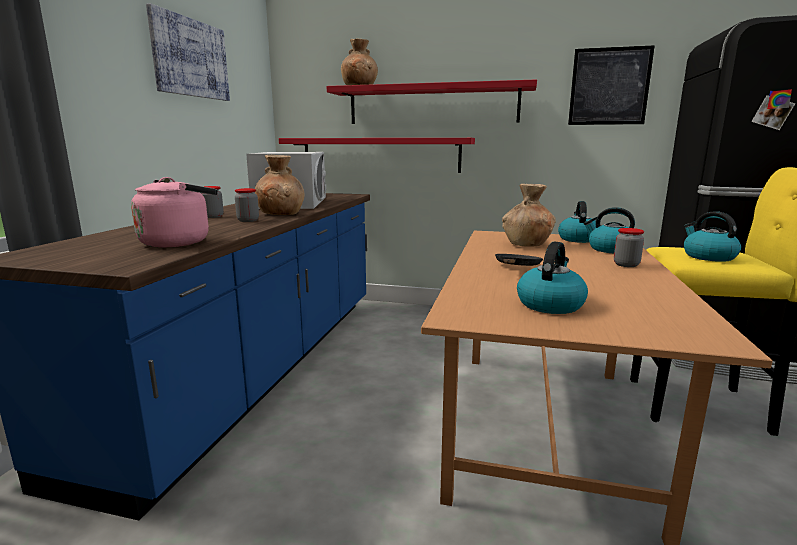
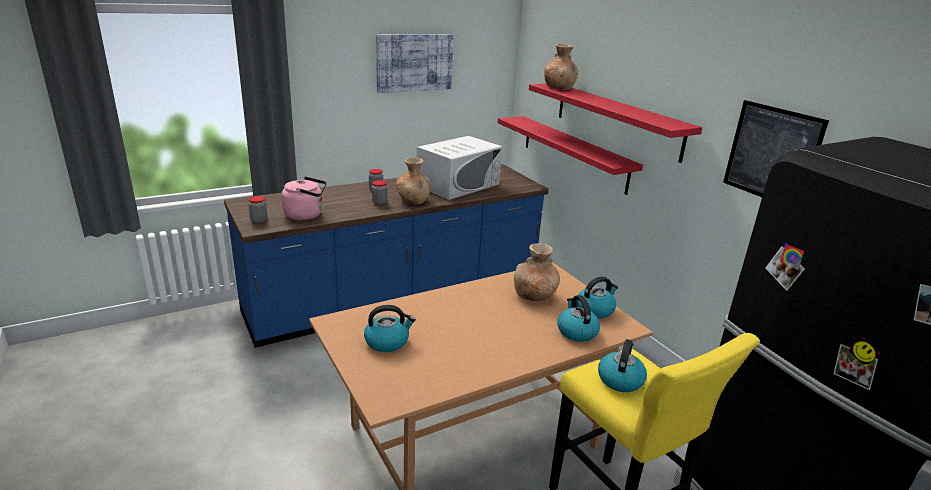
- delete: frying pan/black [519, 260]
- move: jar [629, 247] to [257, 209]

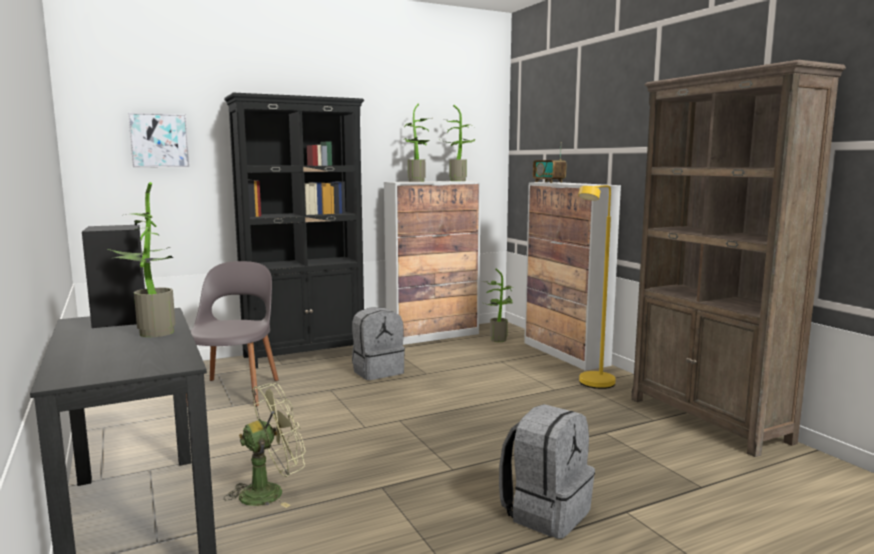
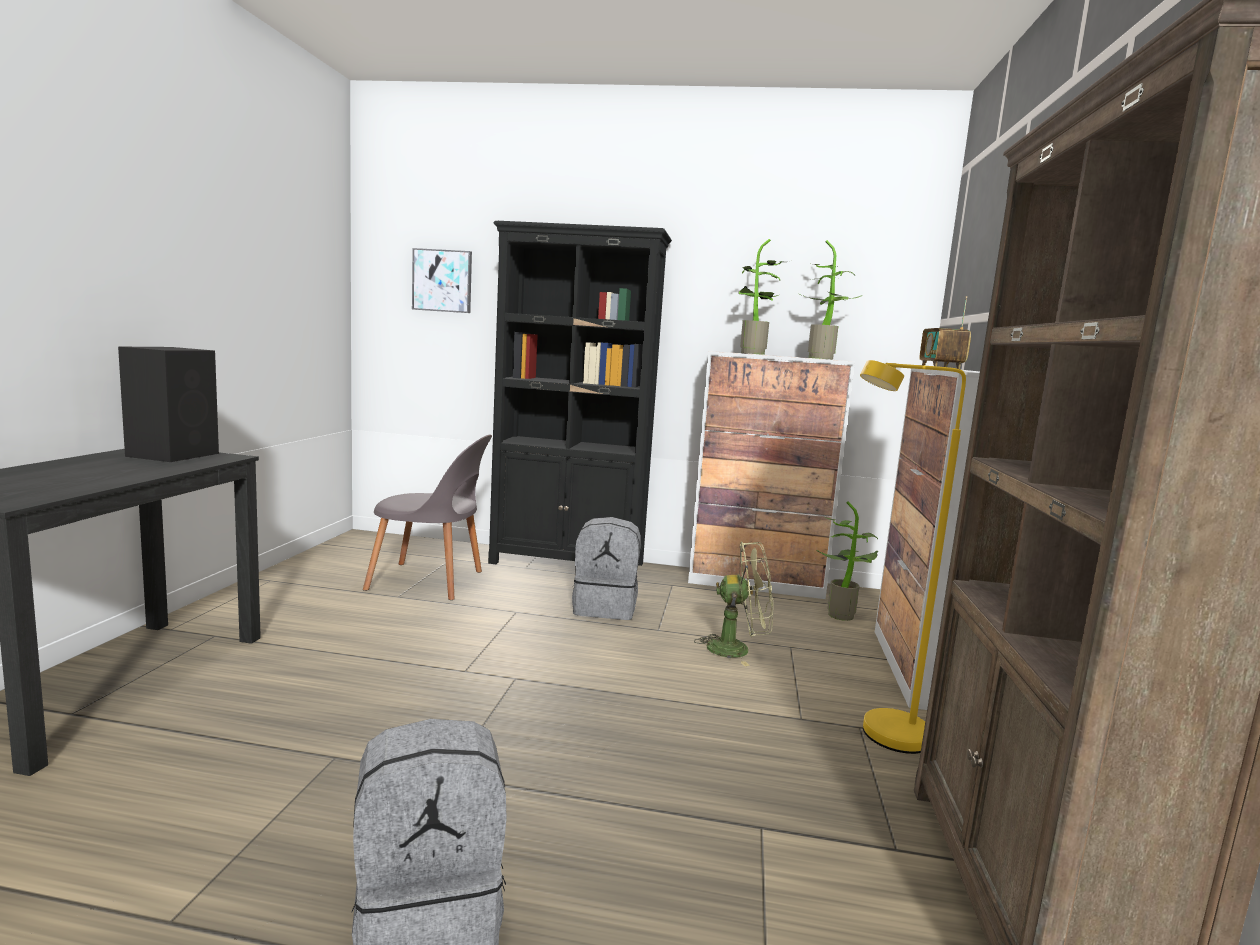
- delete: potted plant [141, 259]
- rotate: chair/grey [232, 333] = [427, 517] 60 degrees clockwise
- move: fan/green [265, 445] to [733, 603]

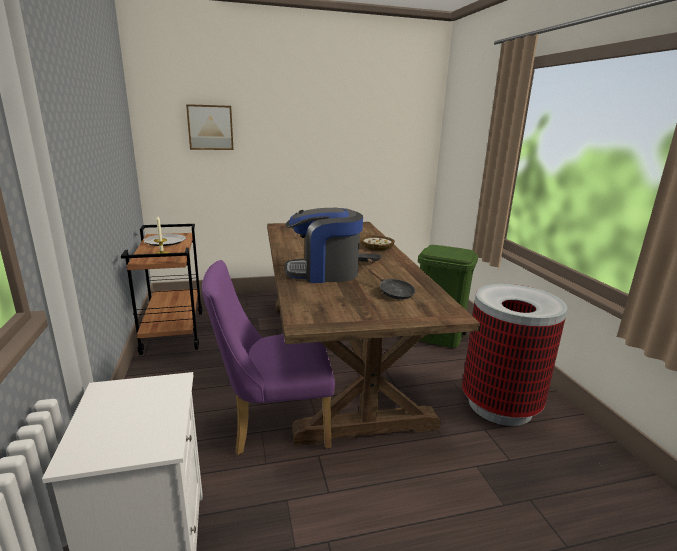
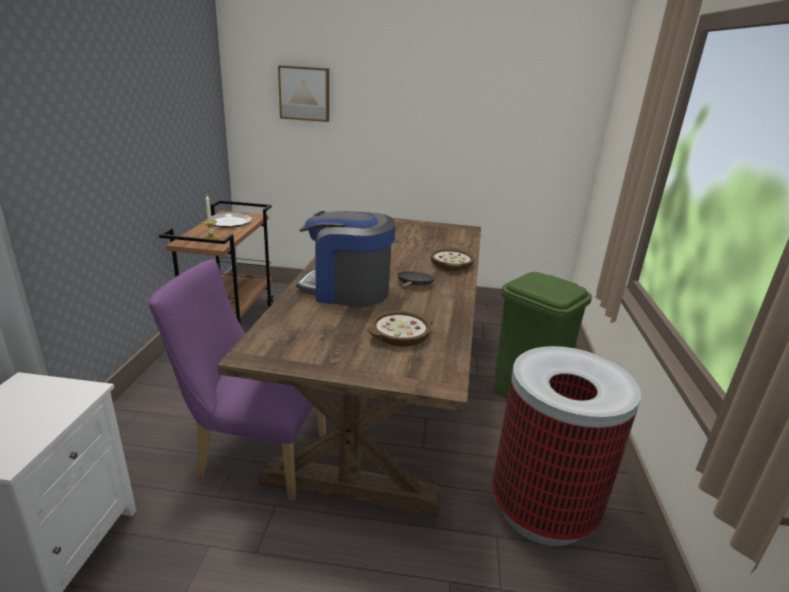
- replace: frying pan/black [392, 284] to bowl [401, 328]

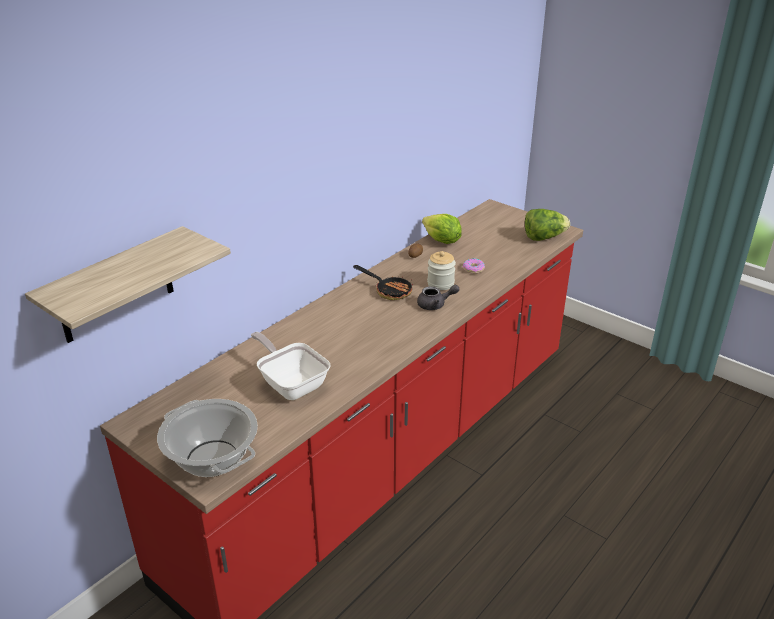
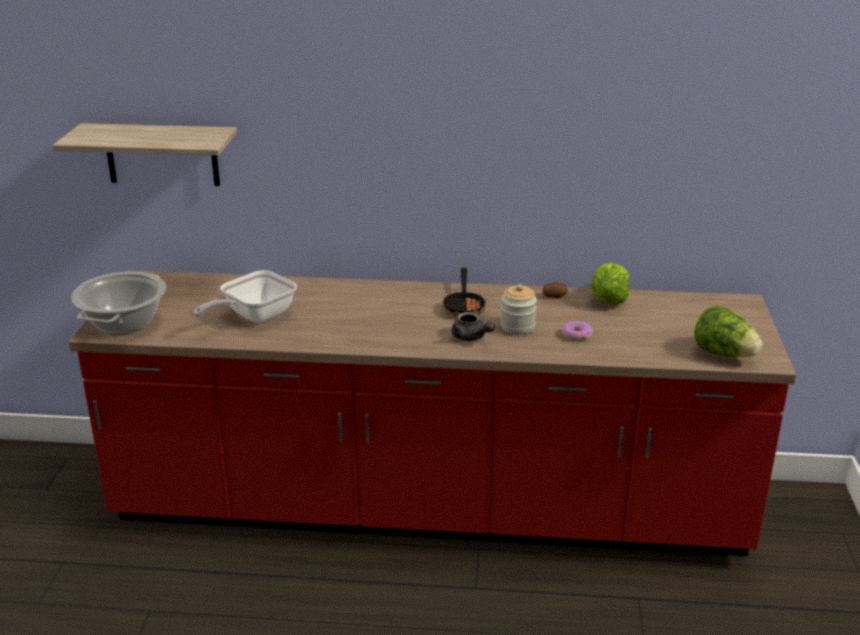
- rotate: frying pan [291, 366] = [245, 296] 150 degrees counterclockwise

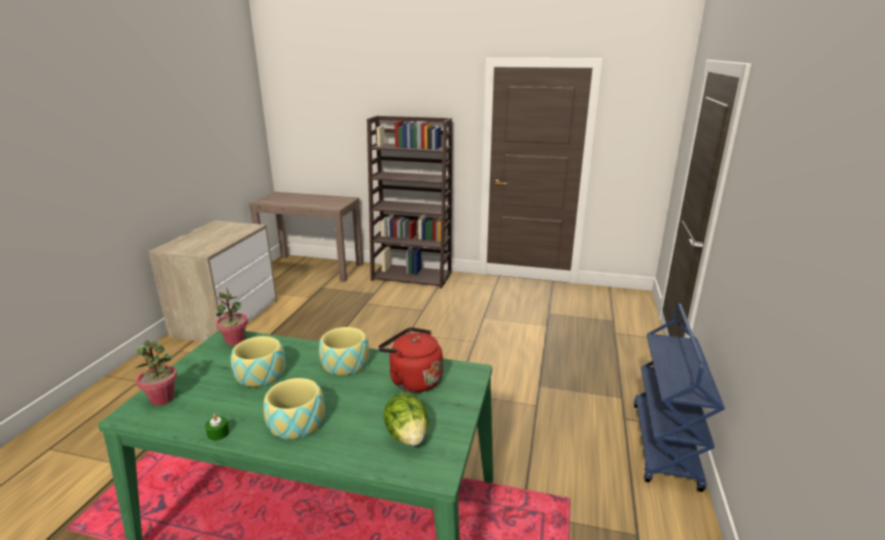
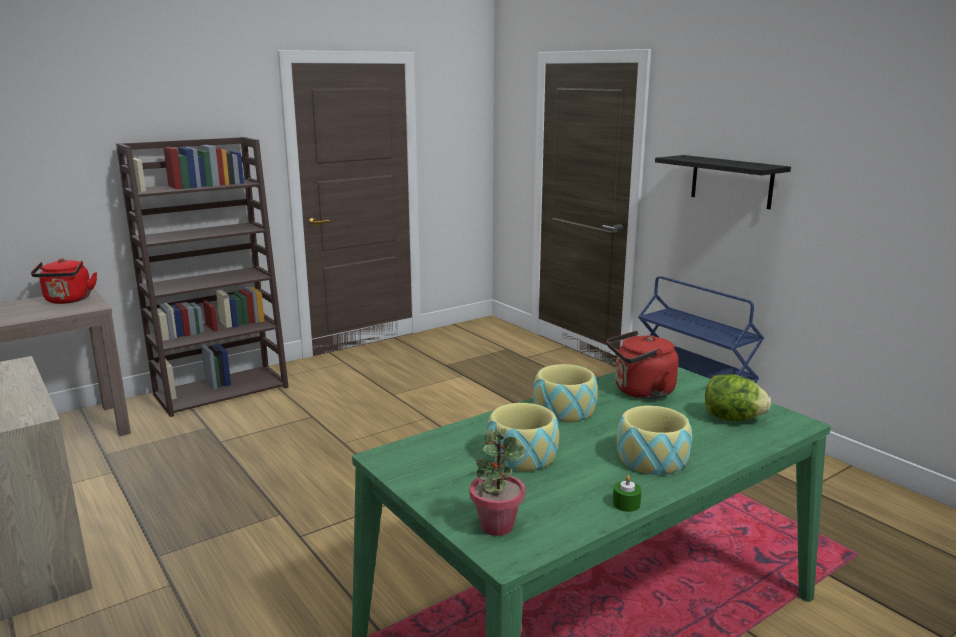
- delete: potted plant [232, 316]
- insert: kettle/red [64, 281]
- insert: shelf/black [723, 182]

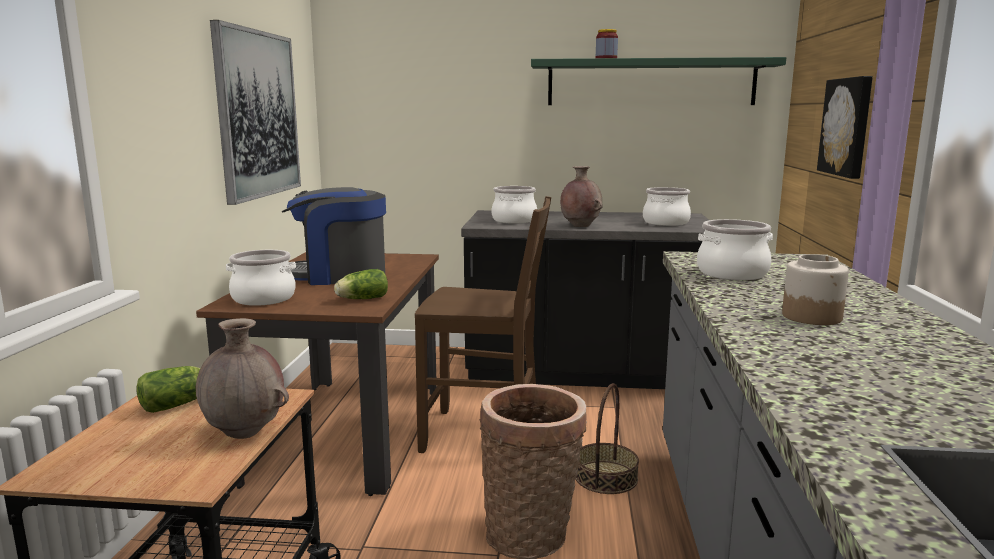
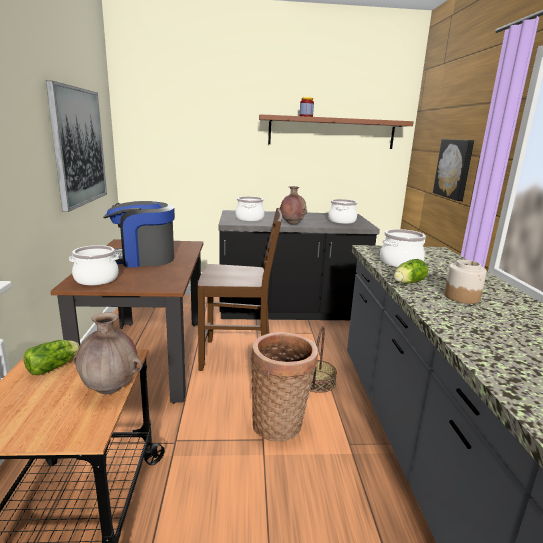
- move: lettuce [361, 284] to [411, 271]
- recolor: shelf/green [658, 81] to shelf/brown [336, 131]

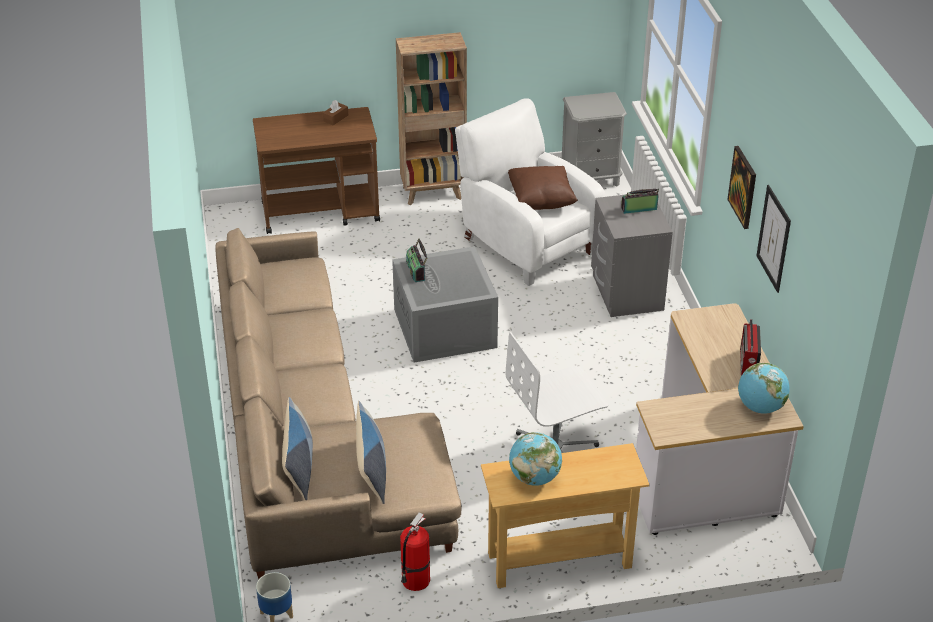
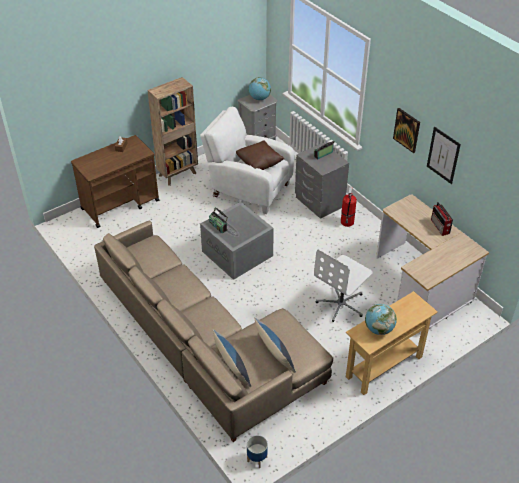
- move: fire extinguisher [415, 551] to [349, 207]
- move: globe [764, 388] to [260, 88]

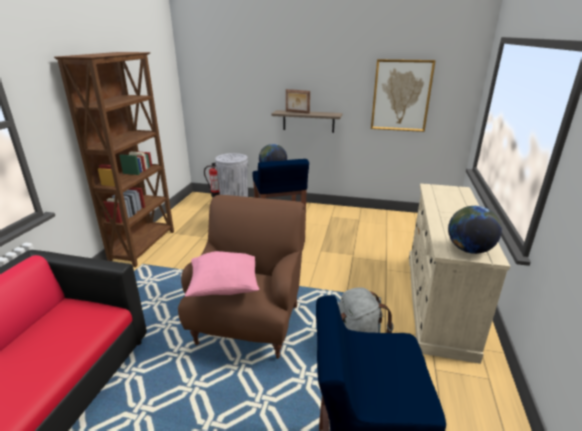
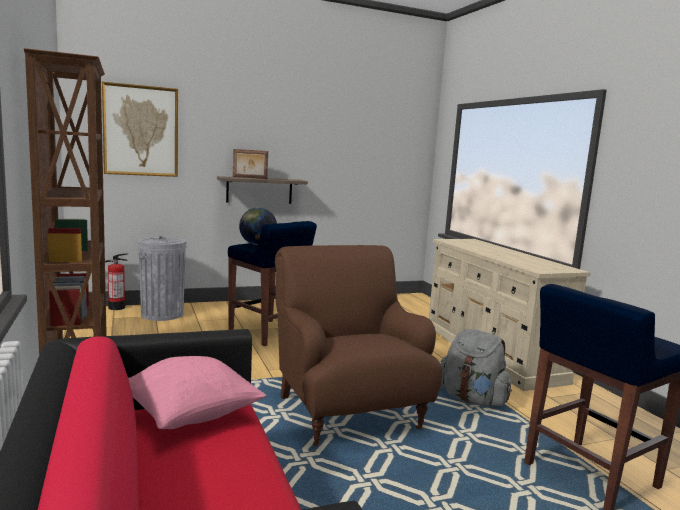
- move: pillow/pink [222, 274] to [197, 392]
- move: picture [403, 95] to [140, 129]
- delete: globe [475, 230]

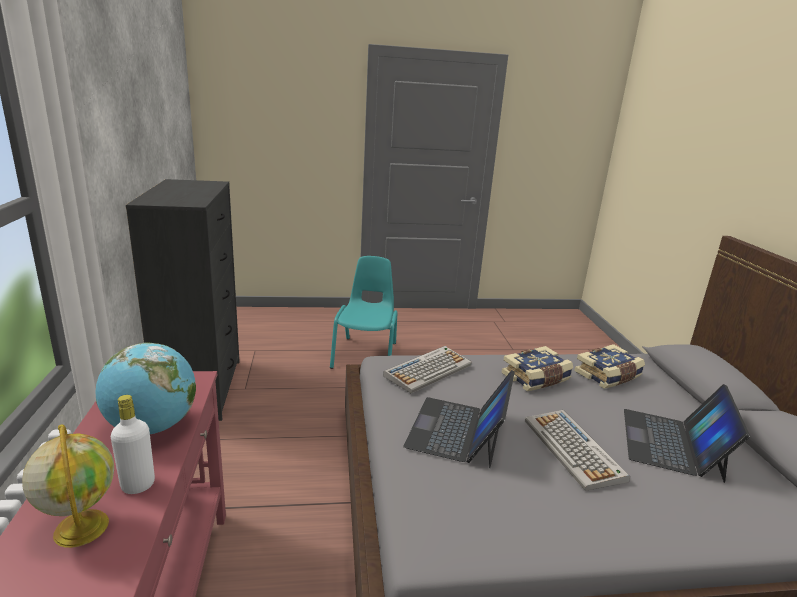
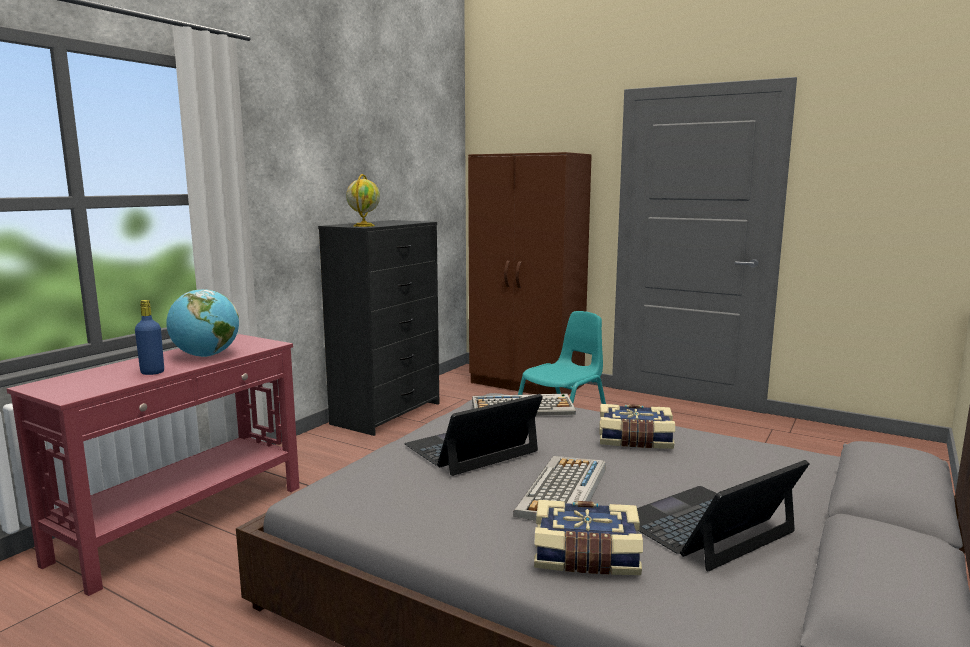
- move: globe [68, 486] to [363, 200]
- recolor: bottle/white [133, 444] to bottle/blue [149, 337]
- move: book [609, 366] to [588, 537]
- insert: wardrobe/brown [530, 273]

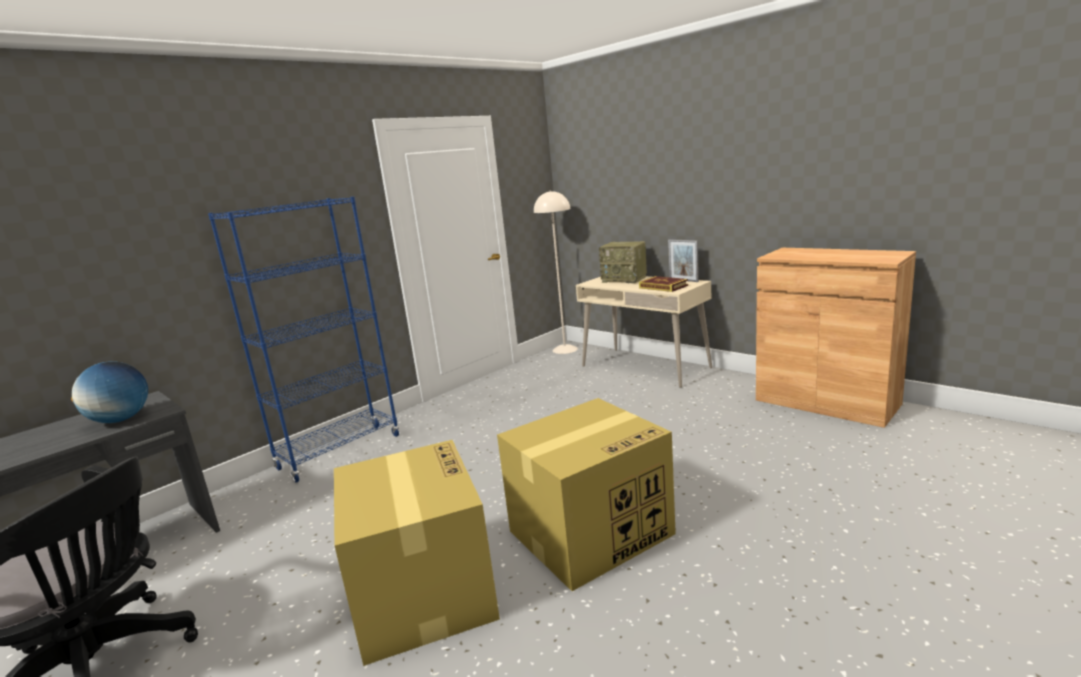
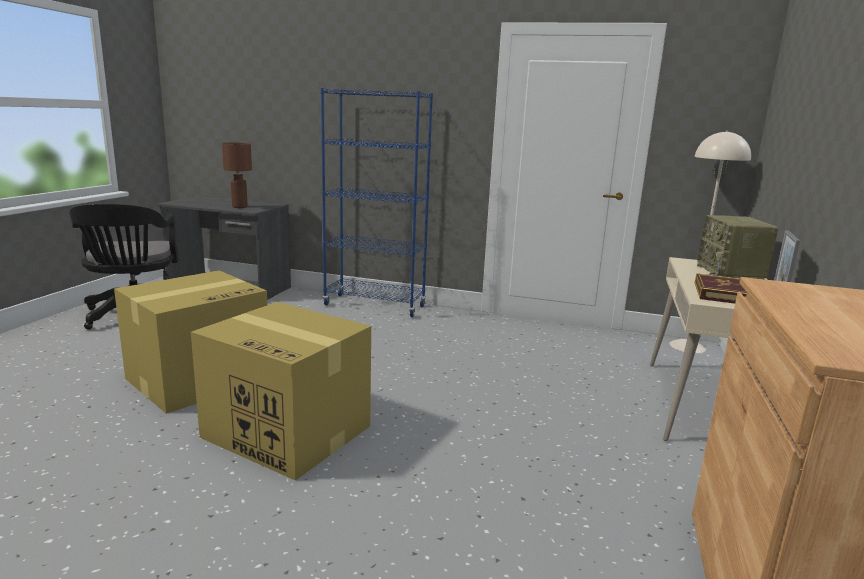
- replace: globe [109, 392] to table lamp/brown [237, 175]

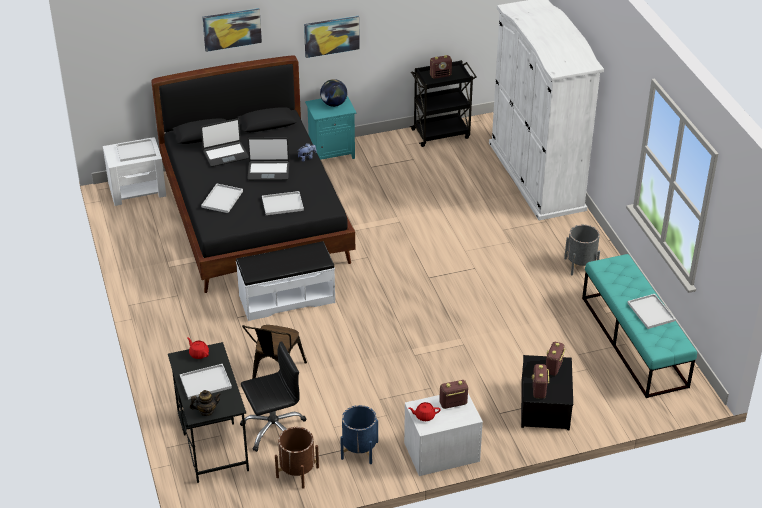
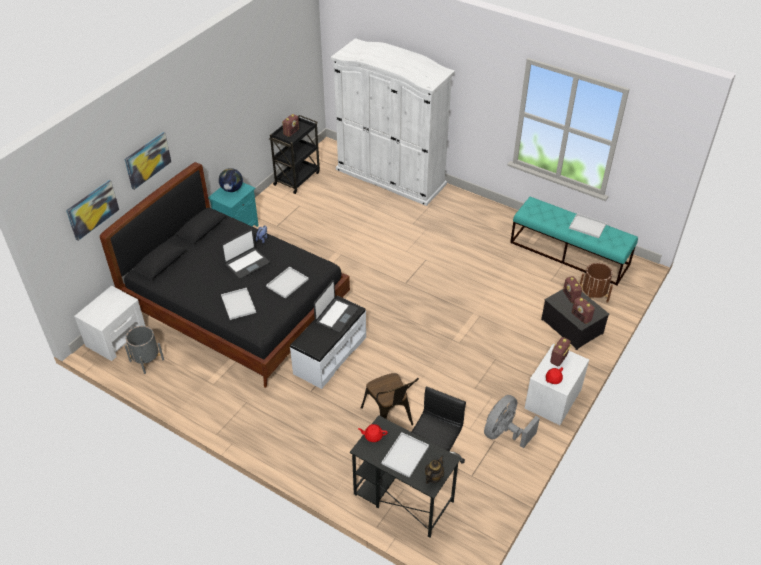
- delete: tray/white [136, 150]
- move: laptop [225, 142] to [336, 306]
- move: planter/brown [297, 458] to [596, 283]
- move: picture [332, 37] to [92, 210]
- replace: planter/blue [359, 434] to fan/grey [512, 421]
- move: planter/grey [582, 250] to [144, 350]

